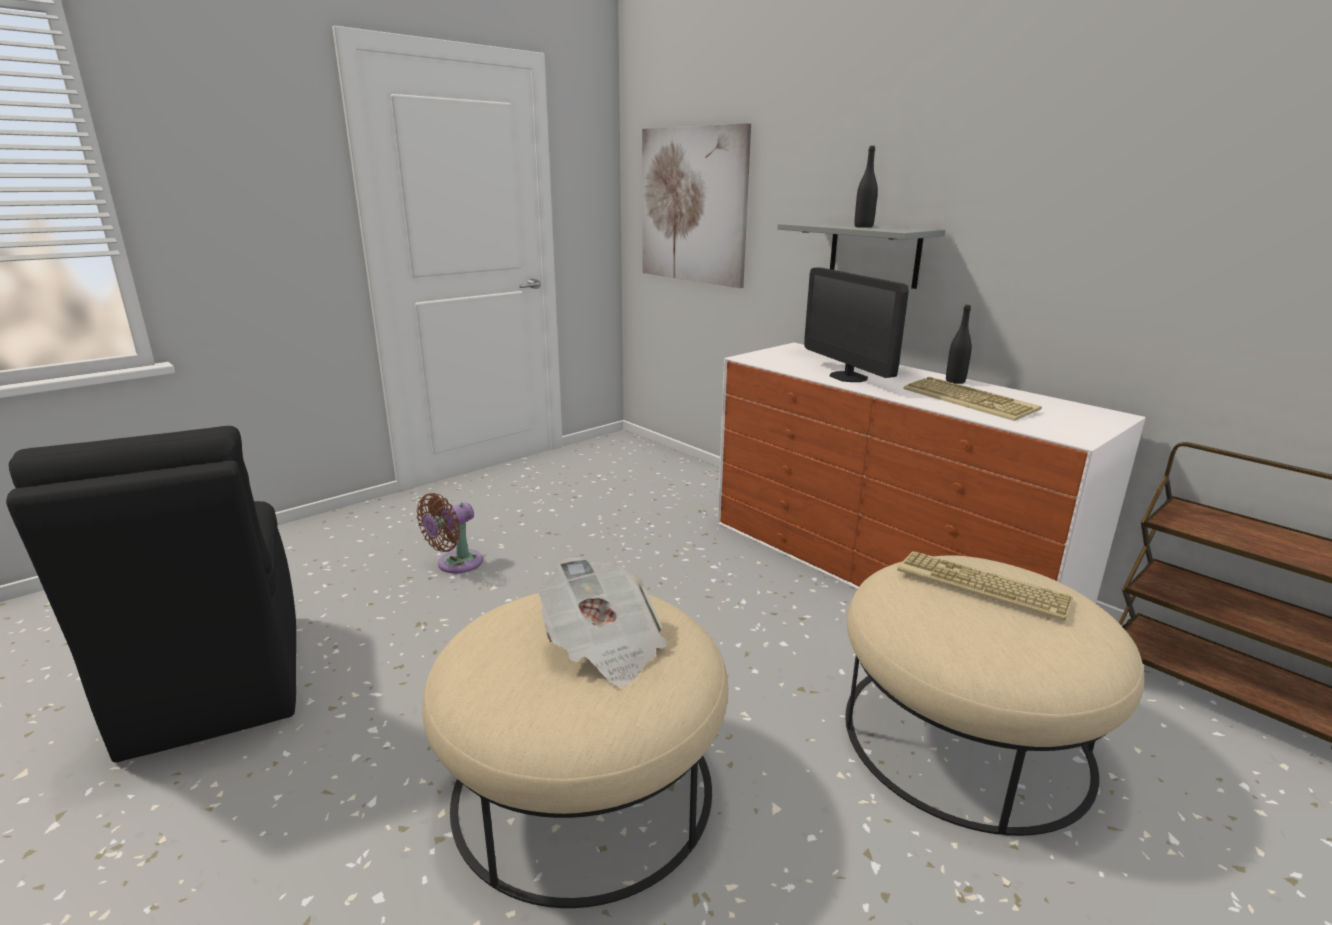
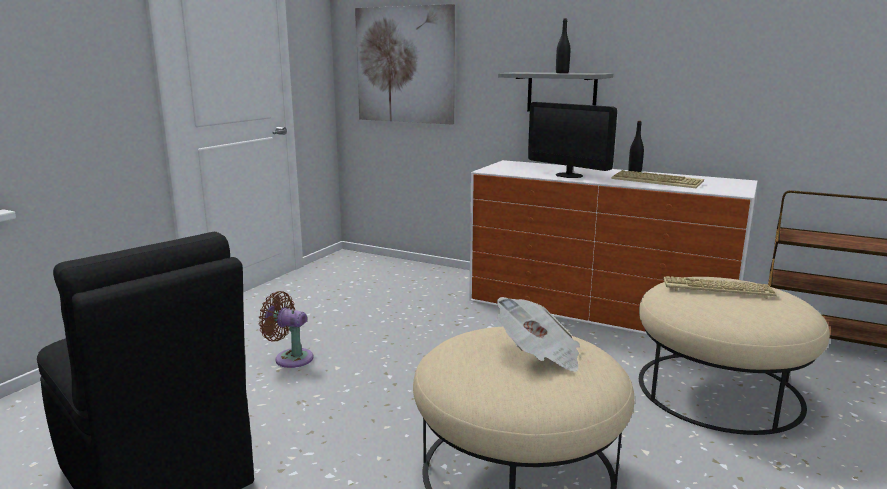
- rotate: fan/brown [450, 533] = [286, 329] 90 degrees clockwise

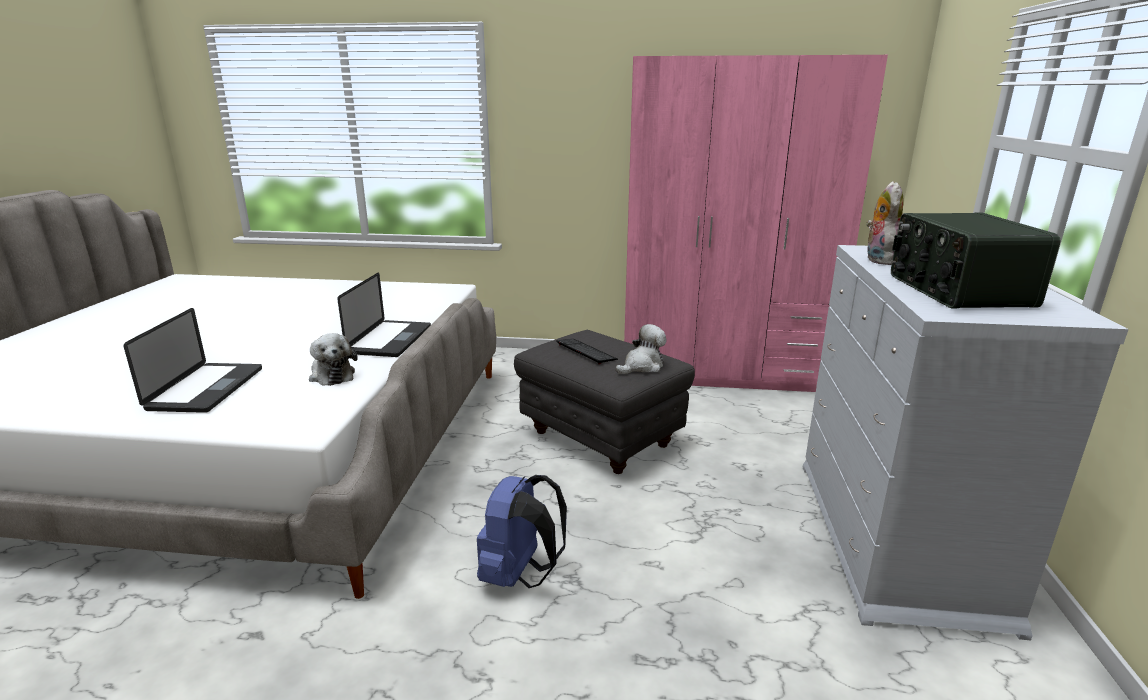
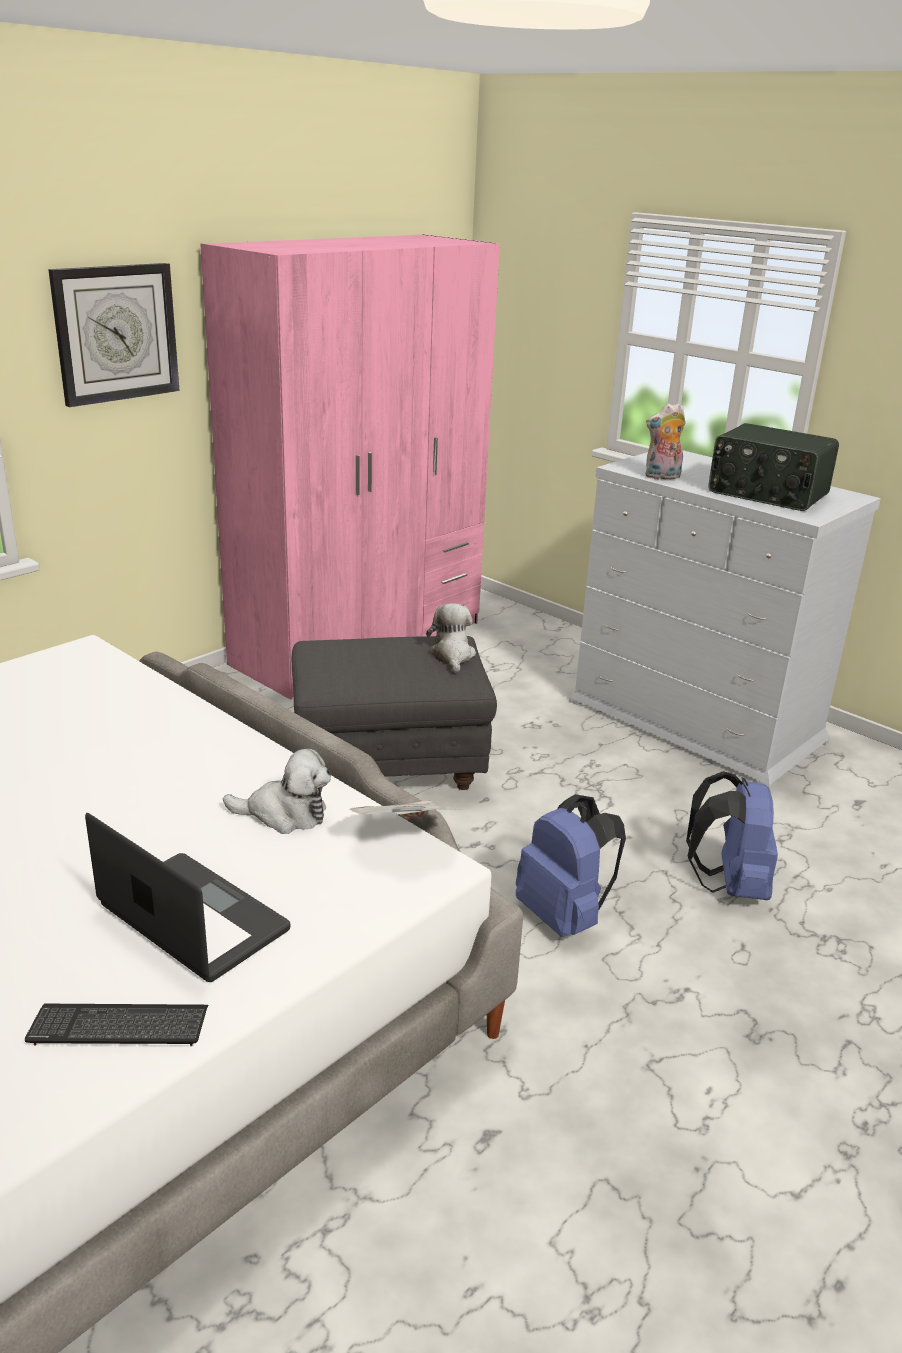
- delete: laptop [384, 315]
- move: keyboard [587, 351] to [116, 1025]
- rotate: plush toy [884, 223] = [665, 441] 60 degrees counterclockwise
- insert: wall clock [114, 335]
- insert: newspaper [405, 810]
- insert: backpack/blue [732, 835]

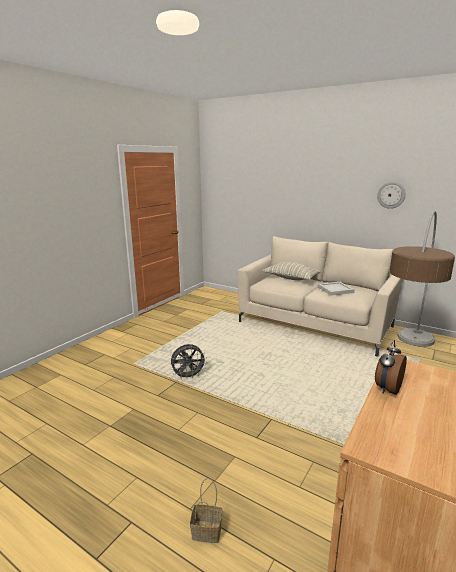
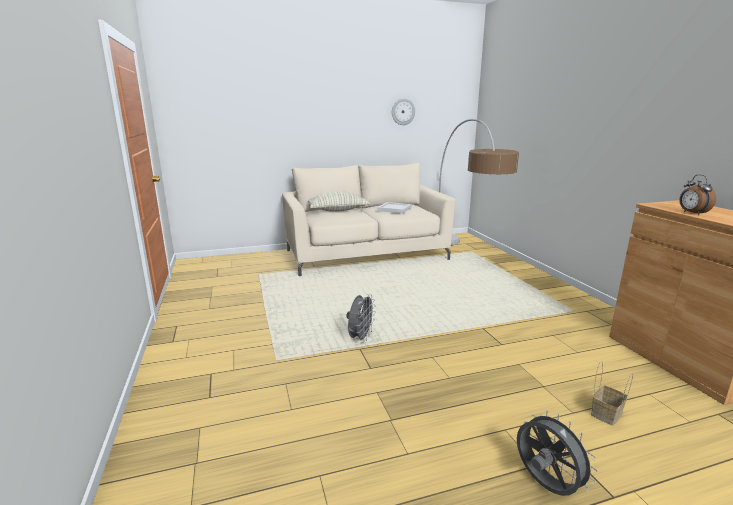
- insert: fan/grey [557, 453]

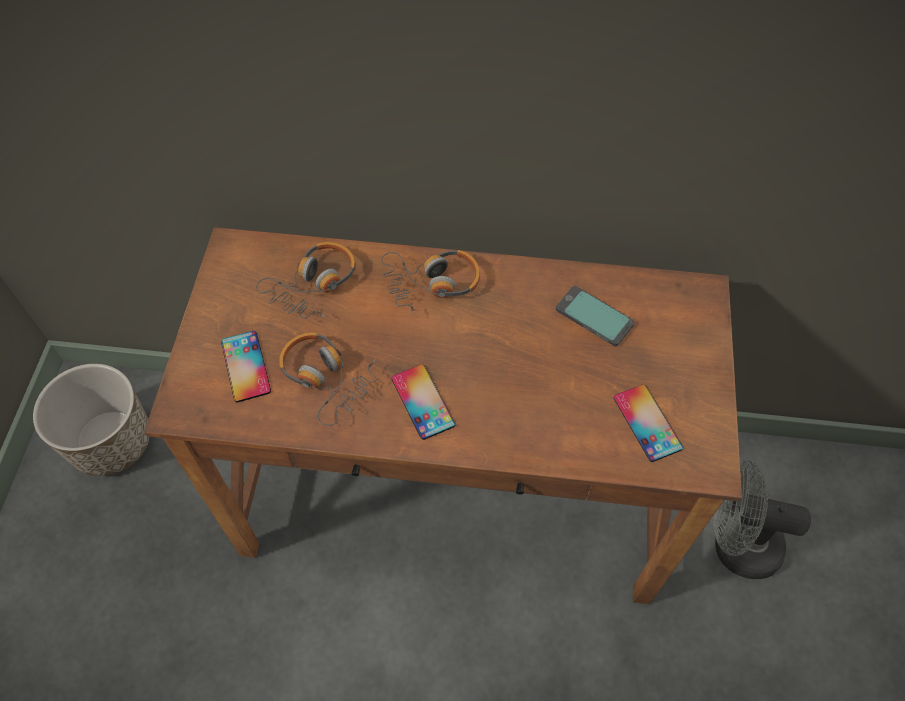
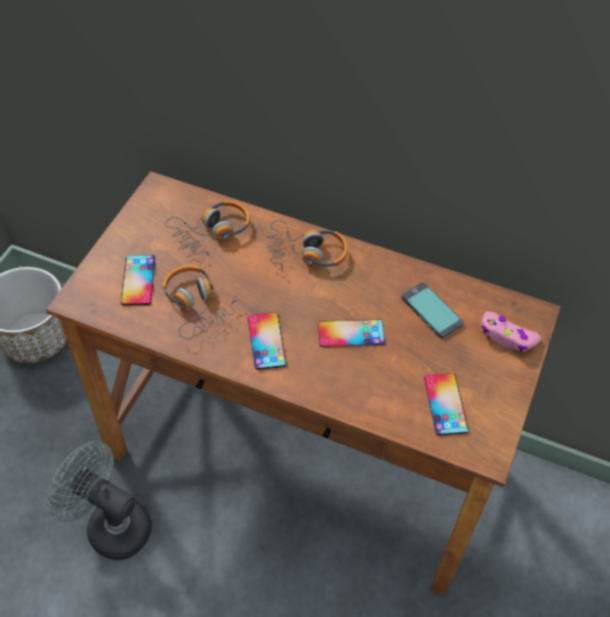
- move: fan/grey [761, 519] to [99, 500]
- insert: phone [351, 333]
- insert: game controller/pink [511, 331]

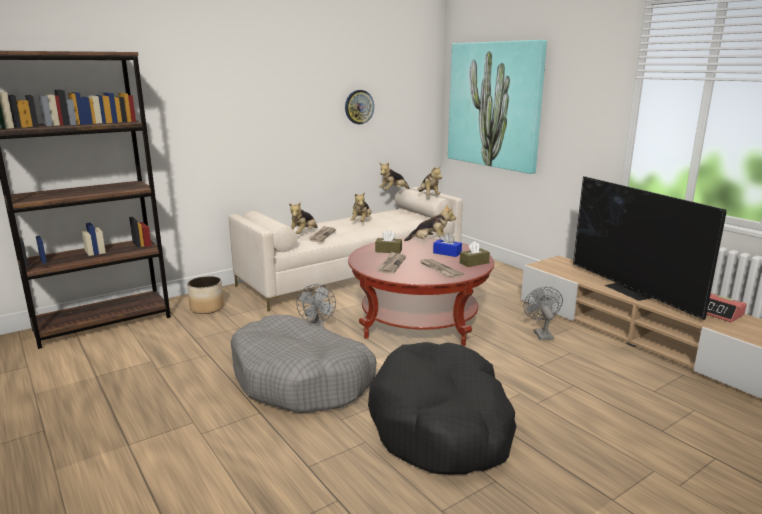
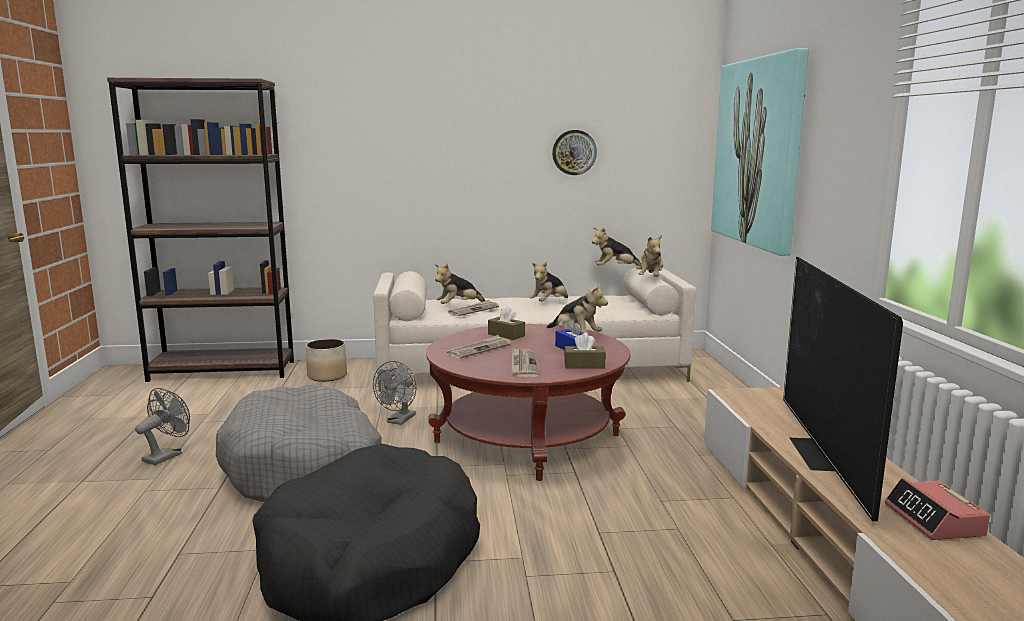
- move: fan/grey [543, 313] to [162, 426]

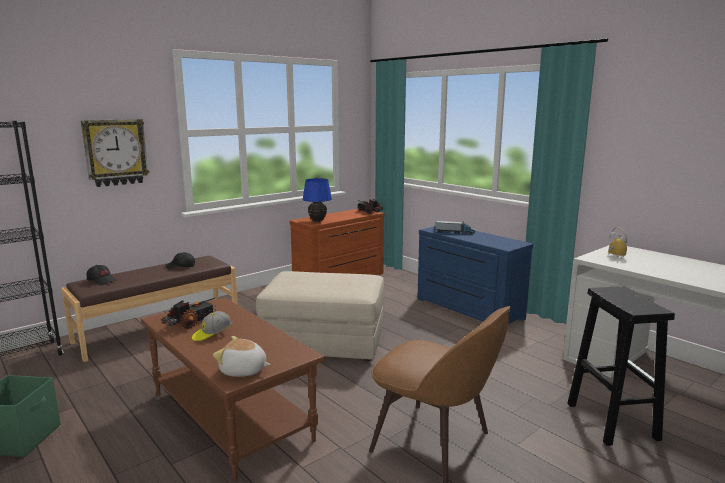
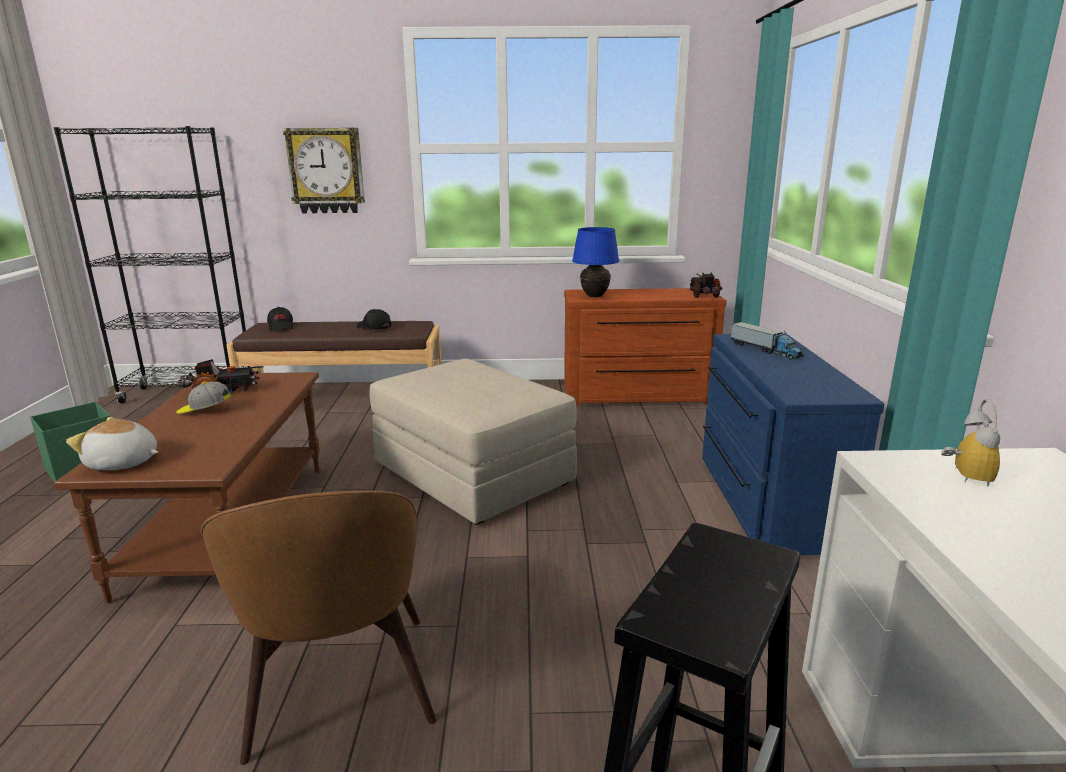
- rotate: plush toy [242, 356] = [112, 443] 45 degrees counterclockwise

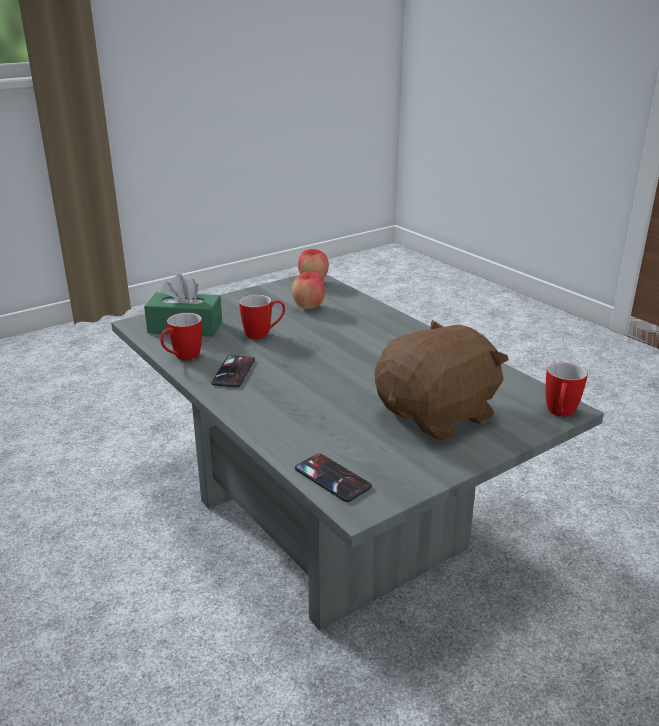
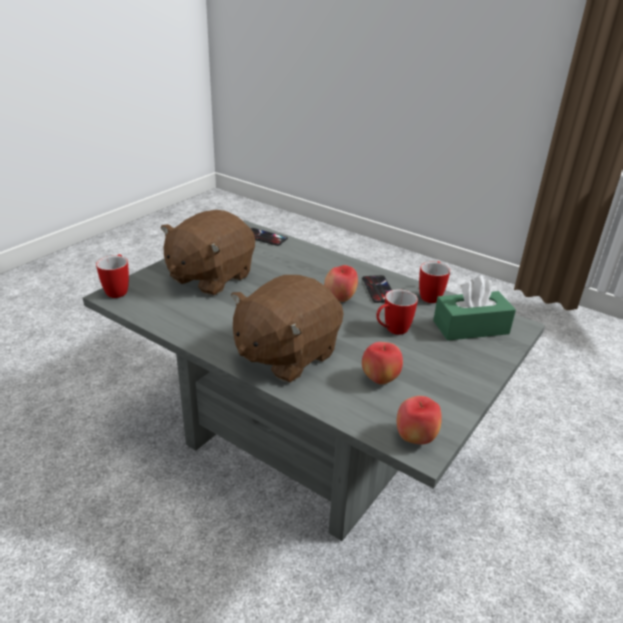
- insert: plush toy/brown [287, 329]
- insert: apple [341, 283]

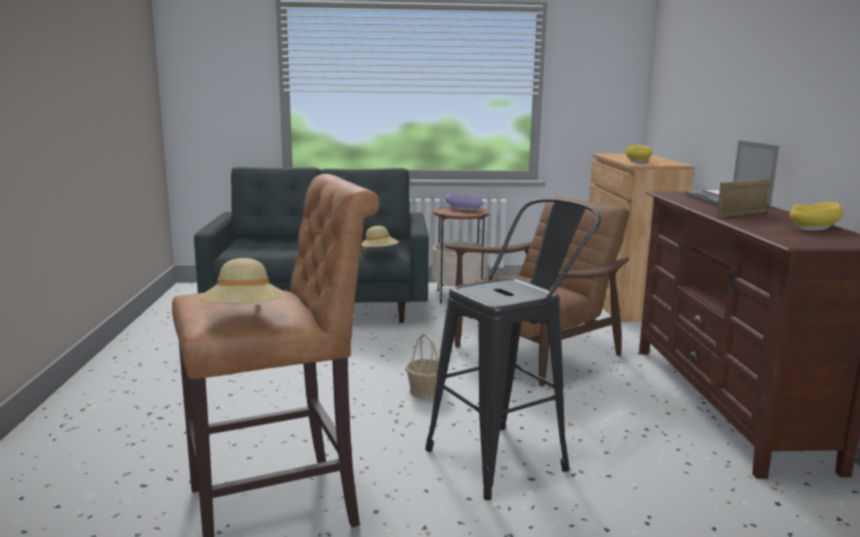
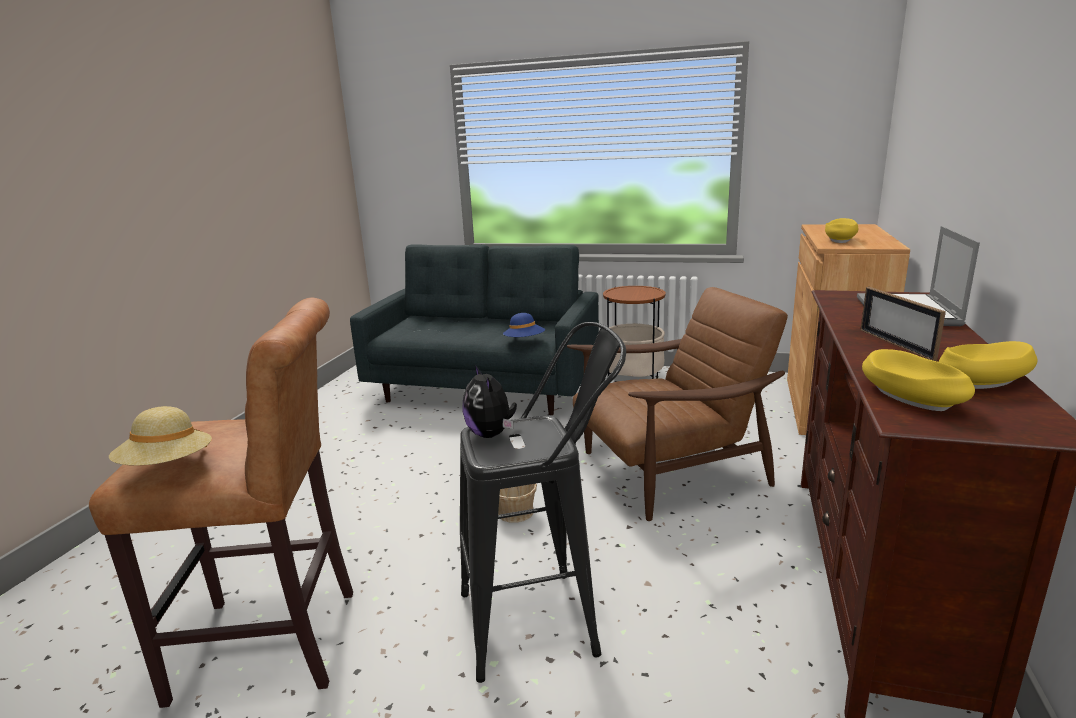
- recolor: hat/beige [380, 238] to hat/blue [524, 325]
- delete: bowl/purple [464, 201]
- rotate: picture frame [744, 198] = [903, 324] 90 degrees counterclockwise
- insert: plush toy [489, 401]
- insert: bowl/yellow [918, 380]

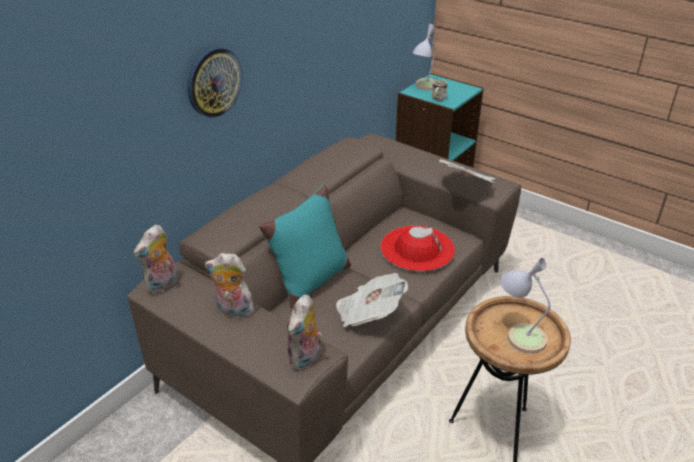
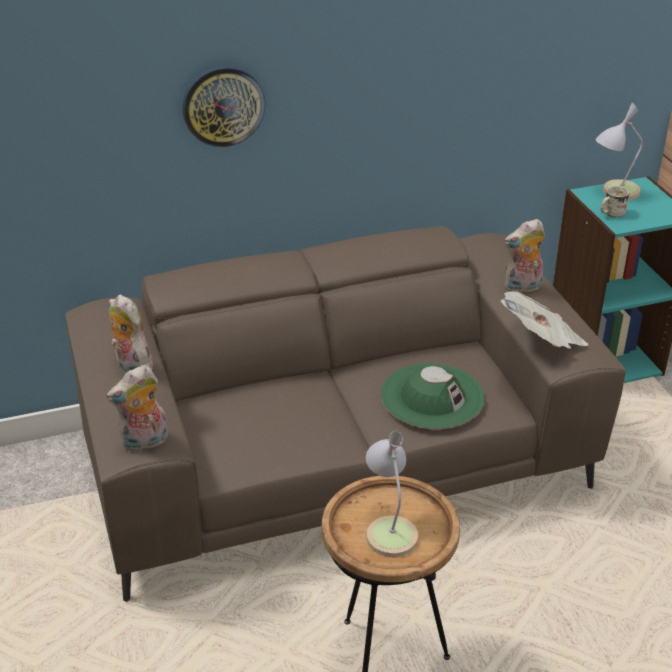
- move: plush toy [155, 259] to [524, 256]
- delete: pillow/turquoise [305, 246]
- delete: newspaper [372, 300]
- recolor: hat/red [417, 248] to hat/green [432, 396]

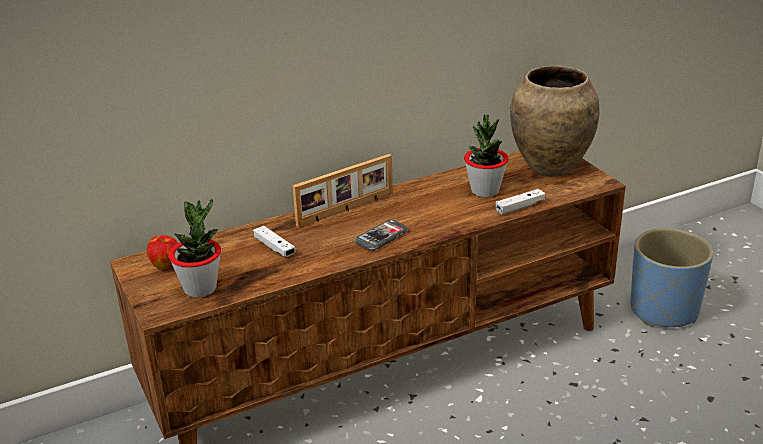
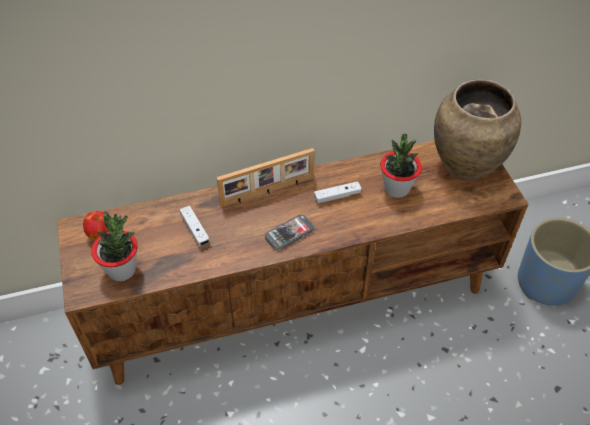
- move: game controller/white [521, 201] to [338, 192]

